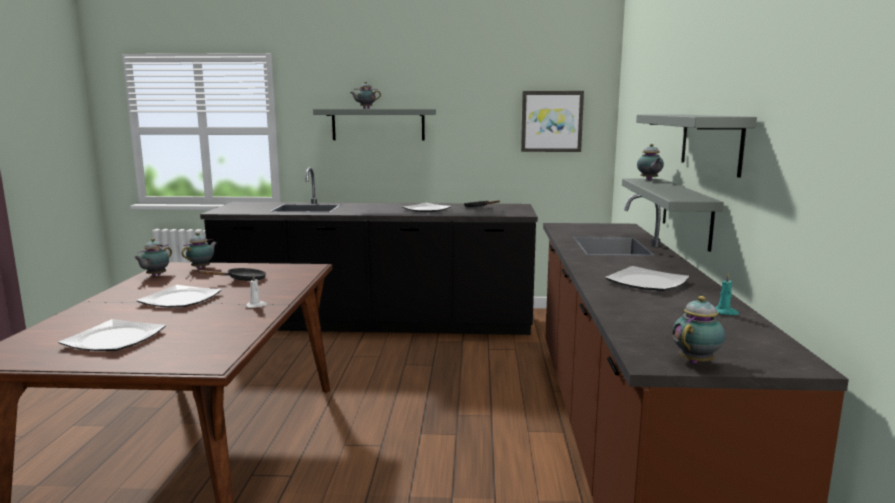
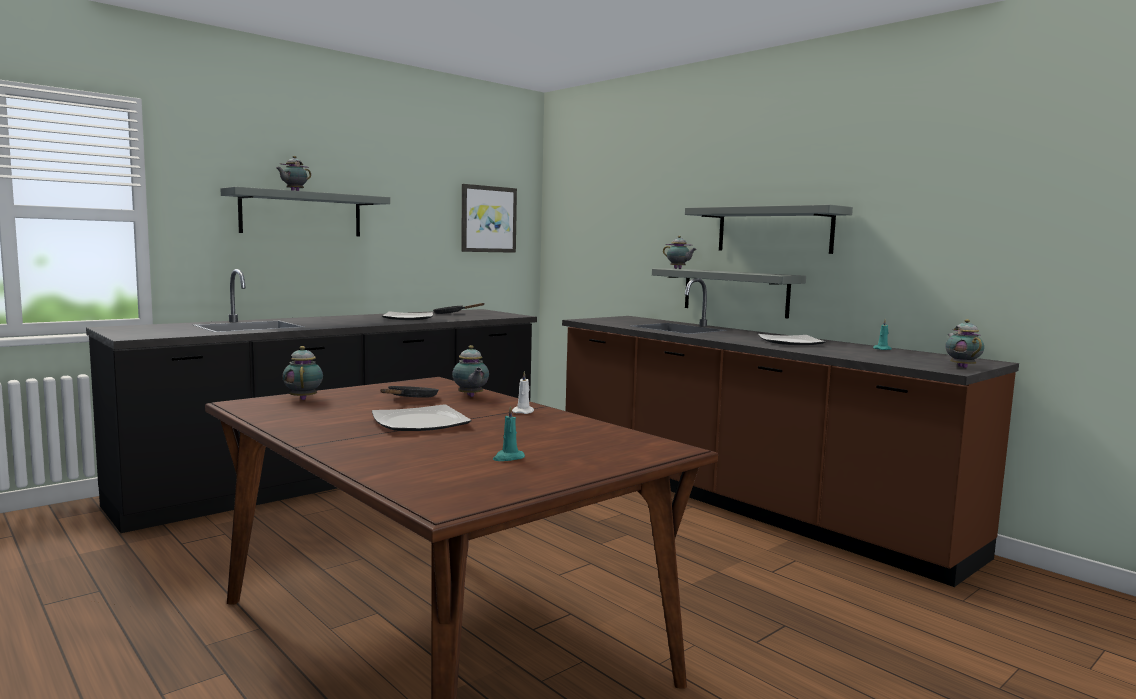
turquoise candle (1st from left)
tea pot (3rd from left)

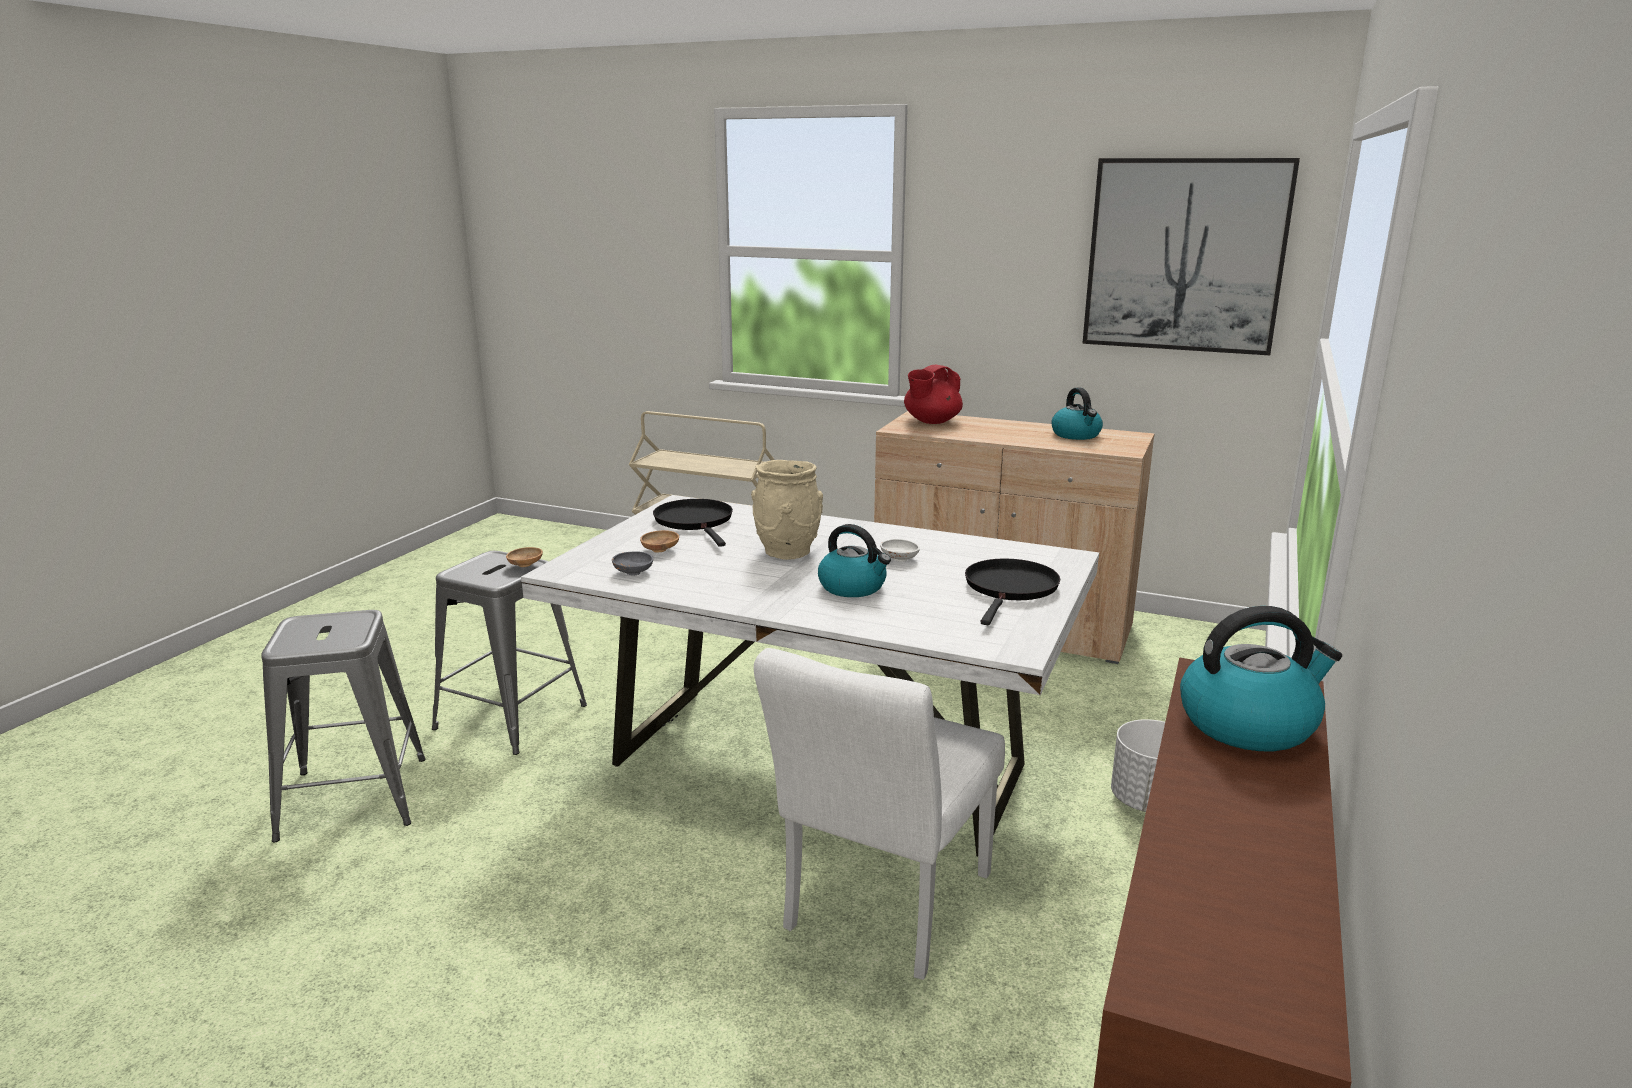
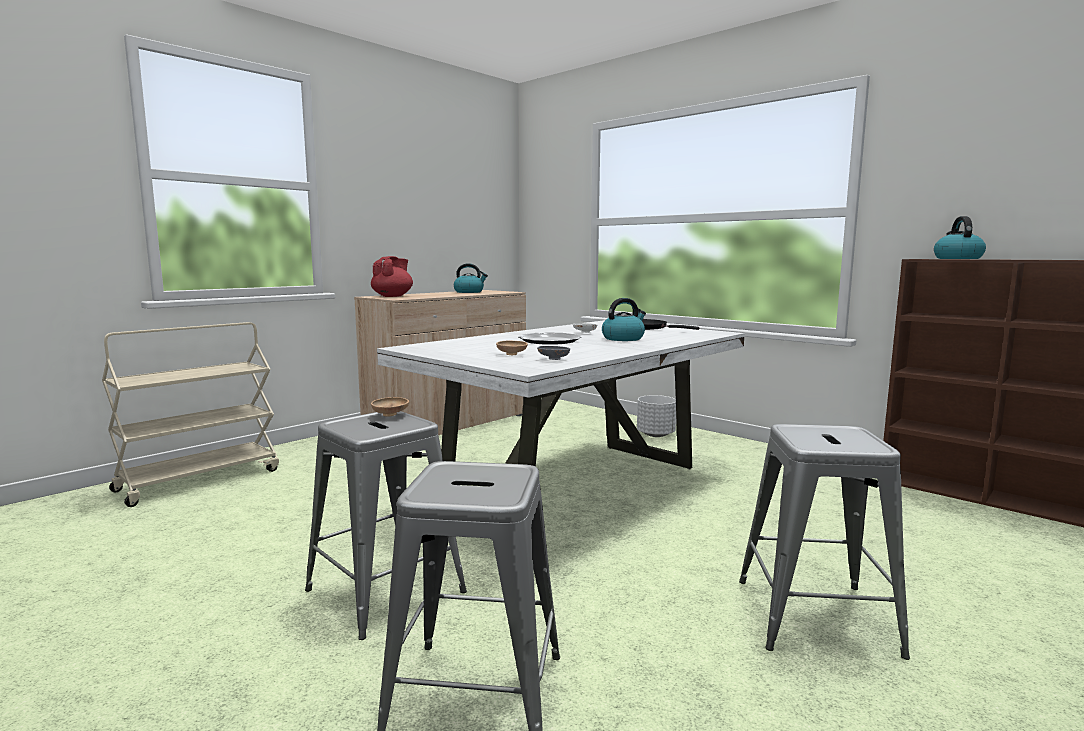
black frying pan (1st from left in the first image)
dinner plate
whitish chair
reddish tea pot
wall art
gray stool (3rd from left)

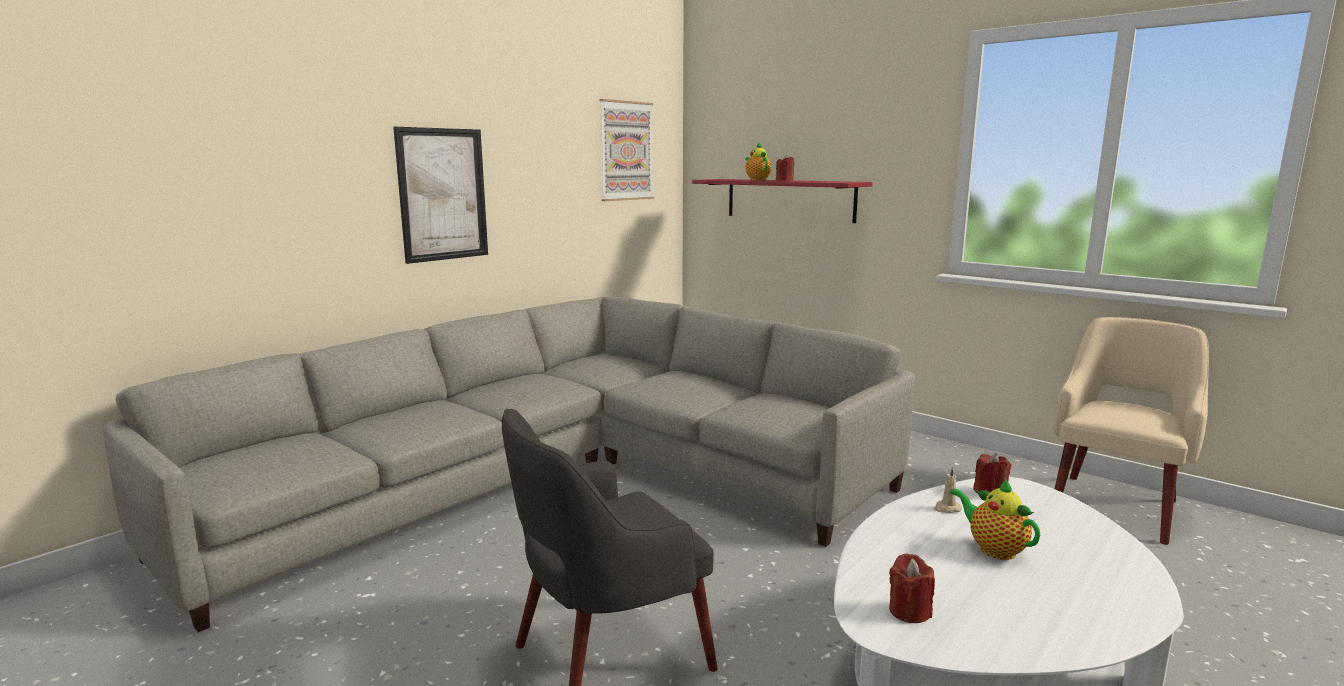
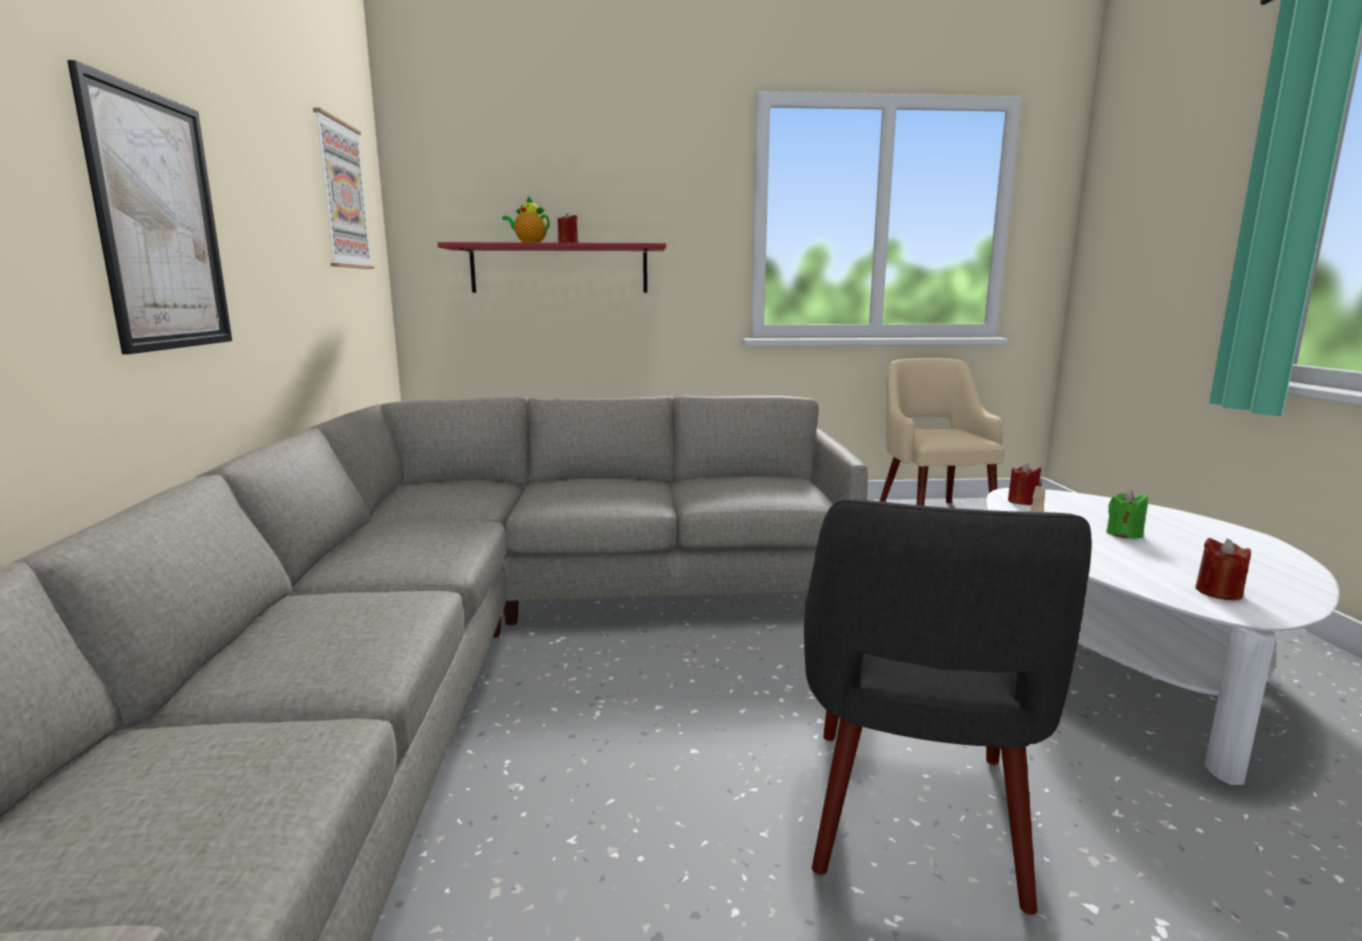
greenish candle

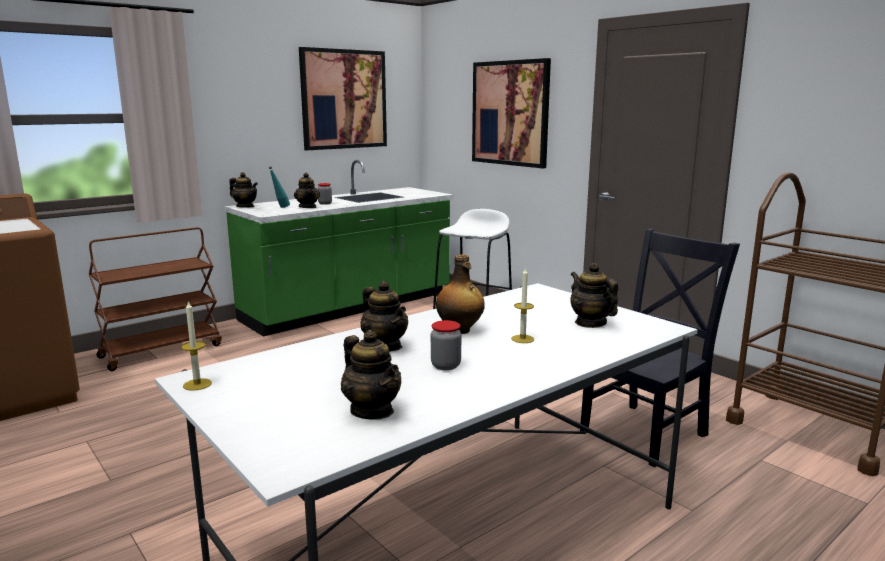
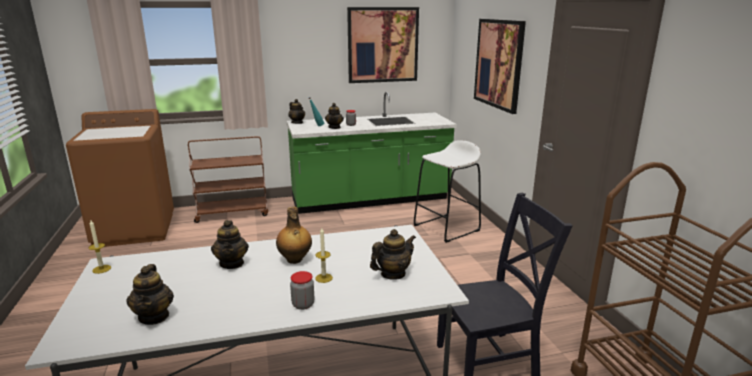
storage jar (1st from left)
tea pot (5th from left)

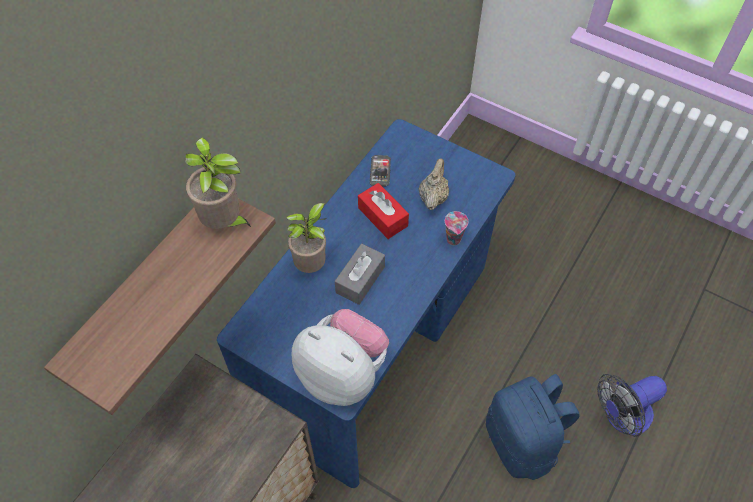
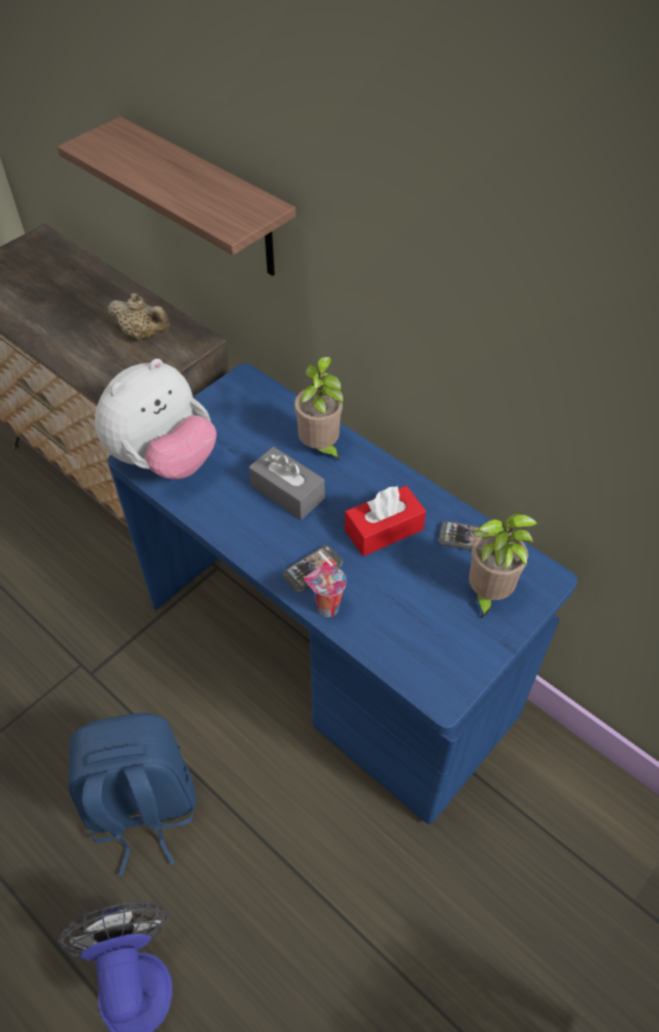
plant in a pot (2nd from left)
beige tea pot
handset (1st from left)

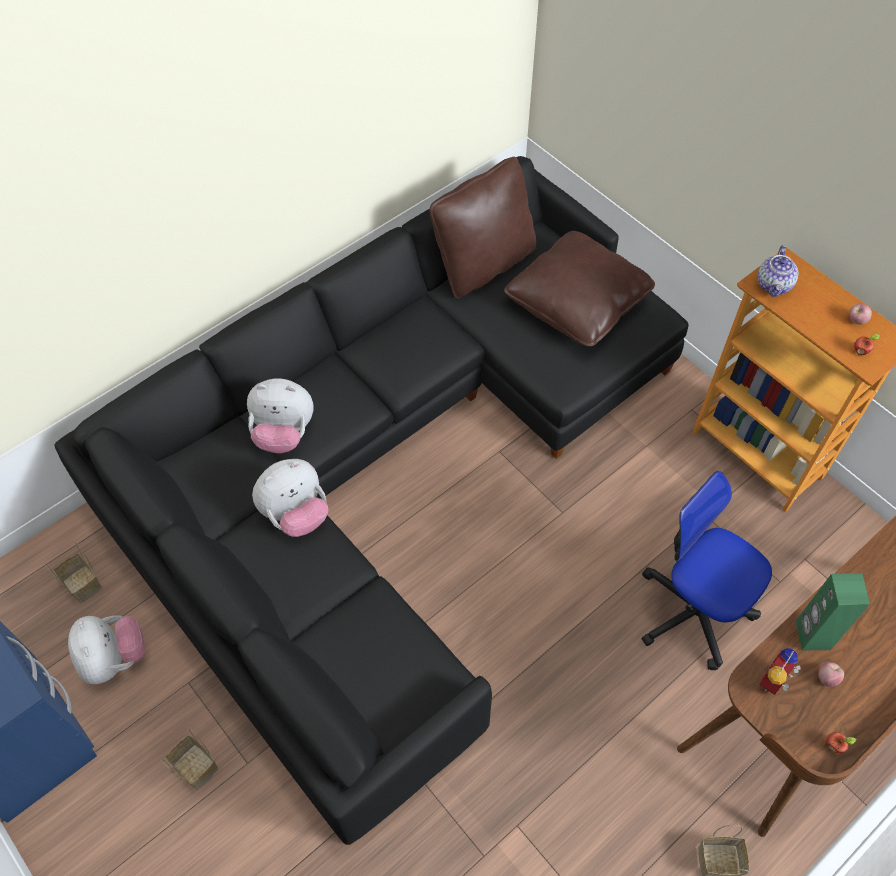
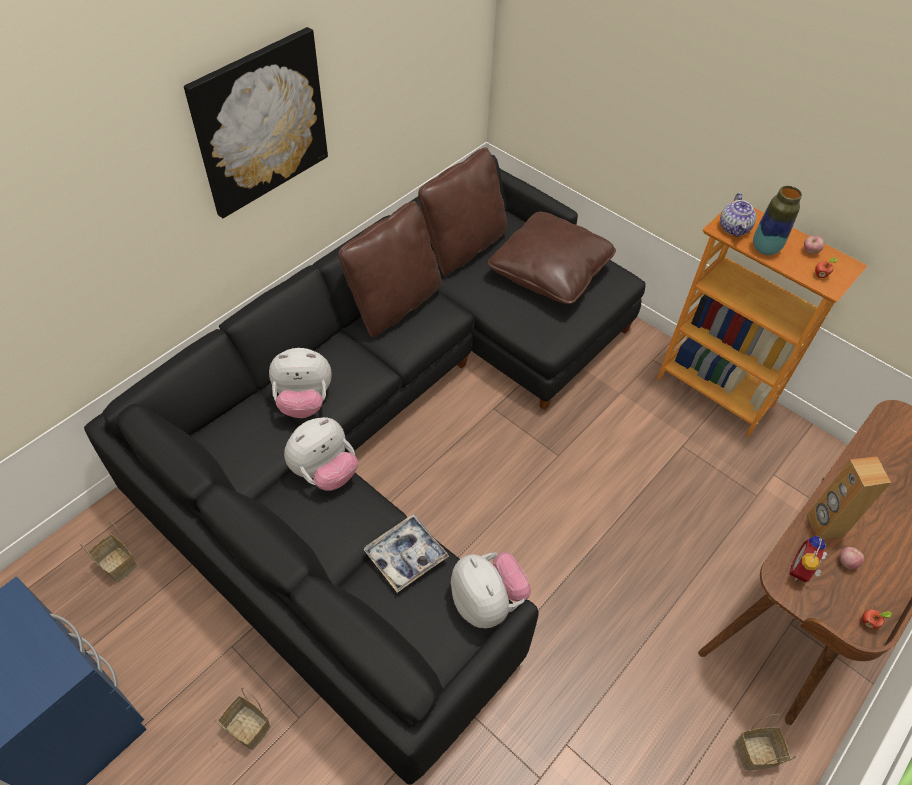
cuddly toy (3rd from left)
computer chair
brown speaker
wall art
brown throw pillow (1st from left)
tray
decorative vase

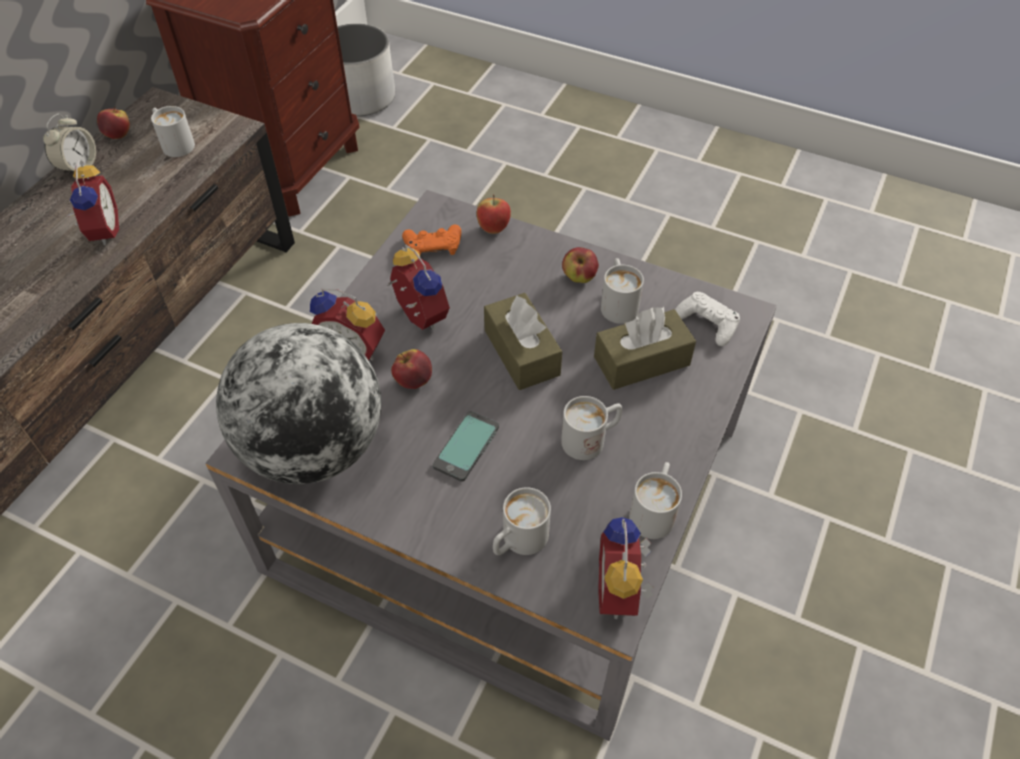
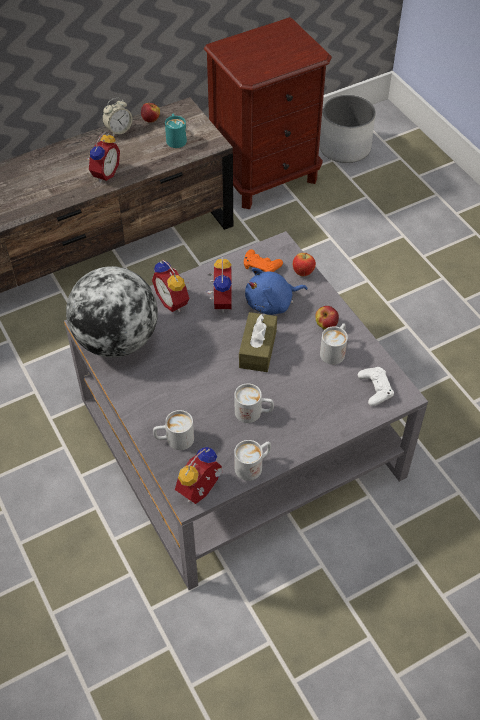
turquoise coffee mug
apple (2nd from left in the first image)
handset
brown tissue box (2nd from left in the first image)
blue cuddly toy

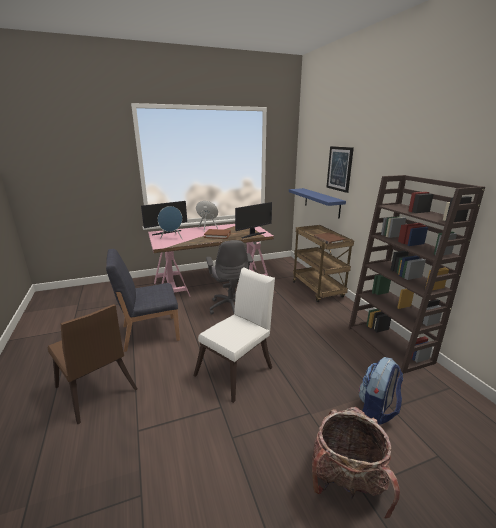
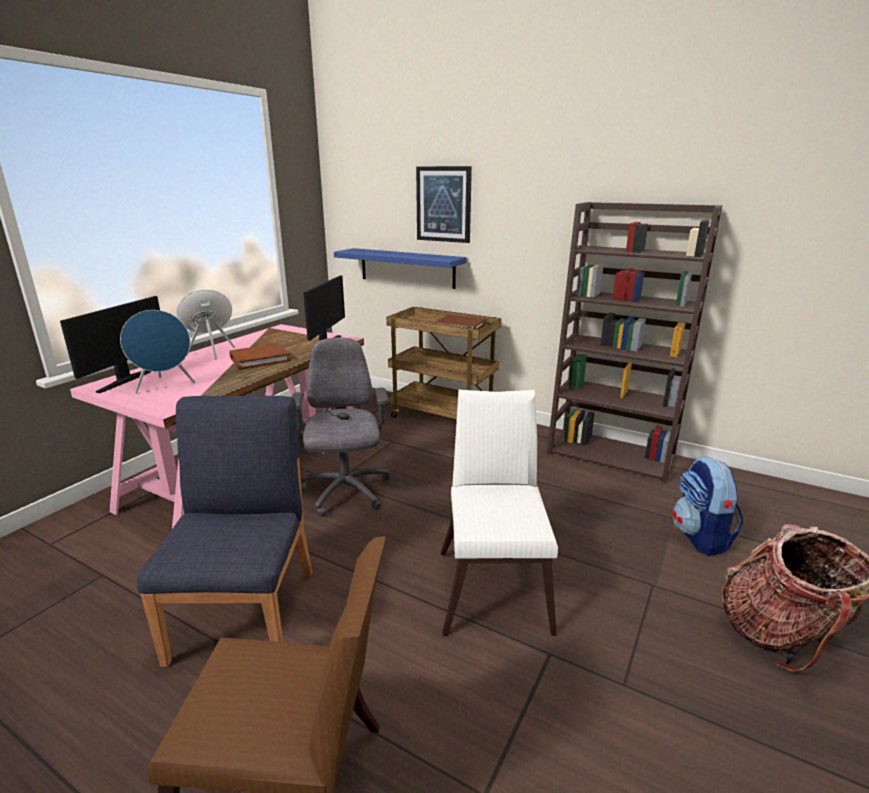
blue chair
gray computer chair

